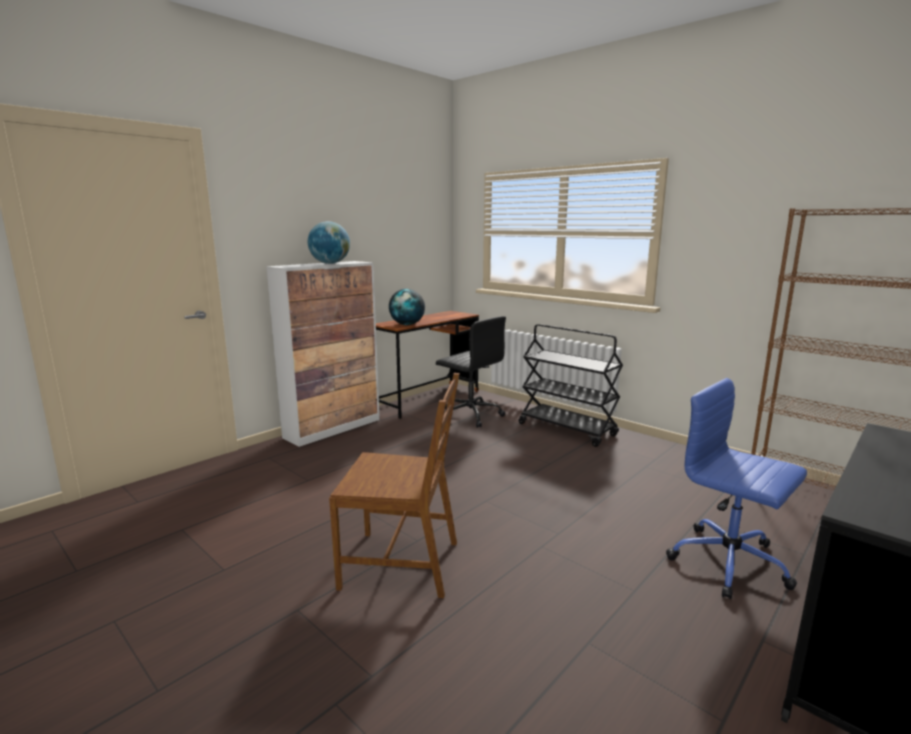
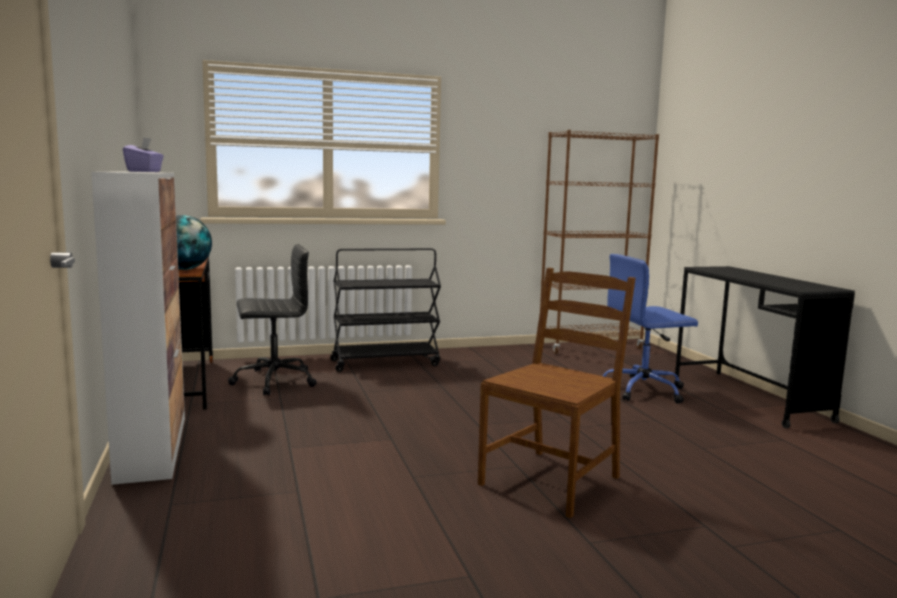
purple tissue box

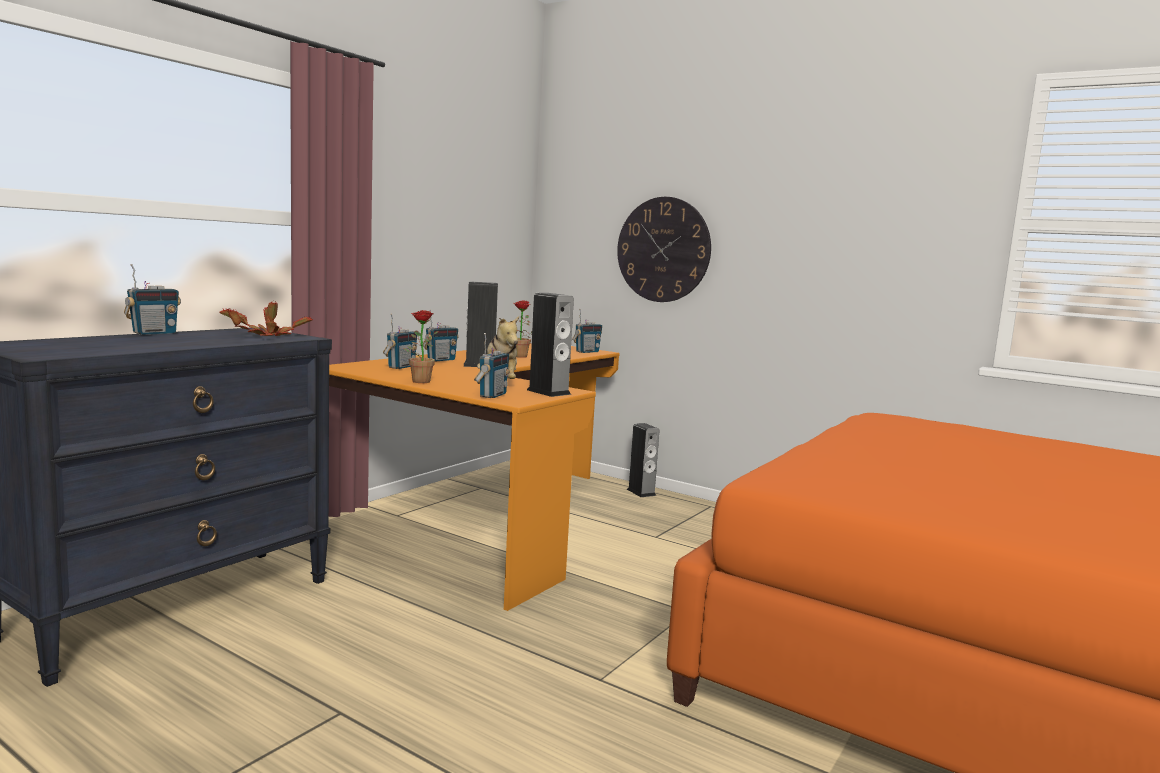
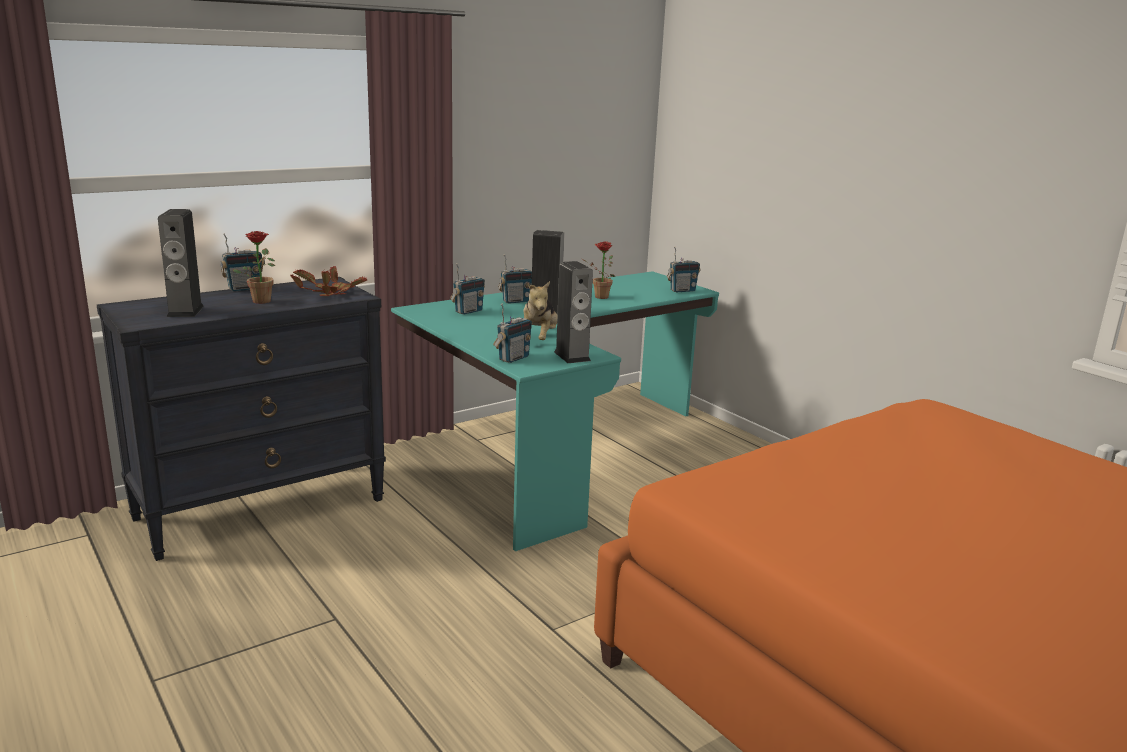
turquoise desk table
plant in a pot (1st from left)
hanging clock
speaker (1st from left)

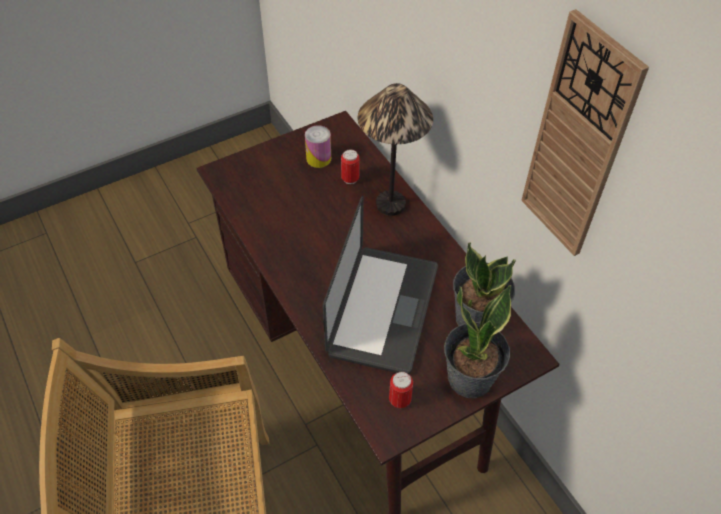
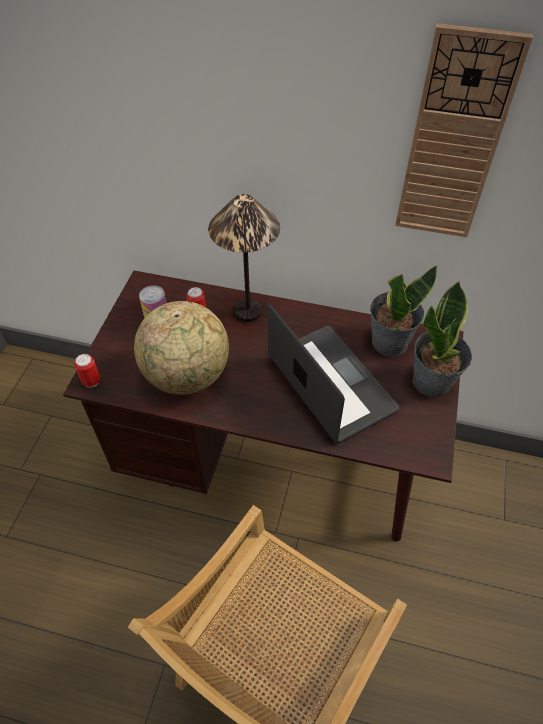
sealed can (1st from left)
globe

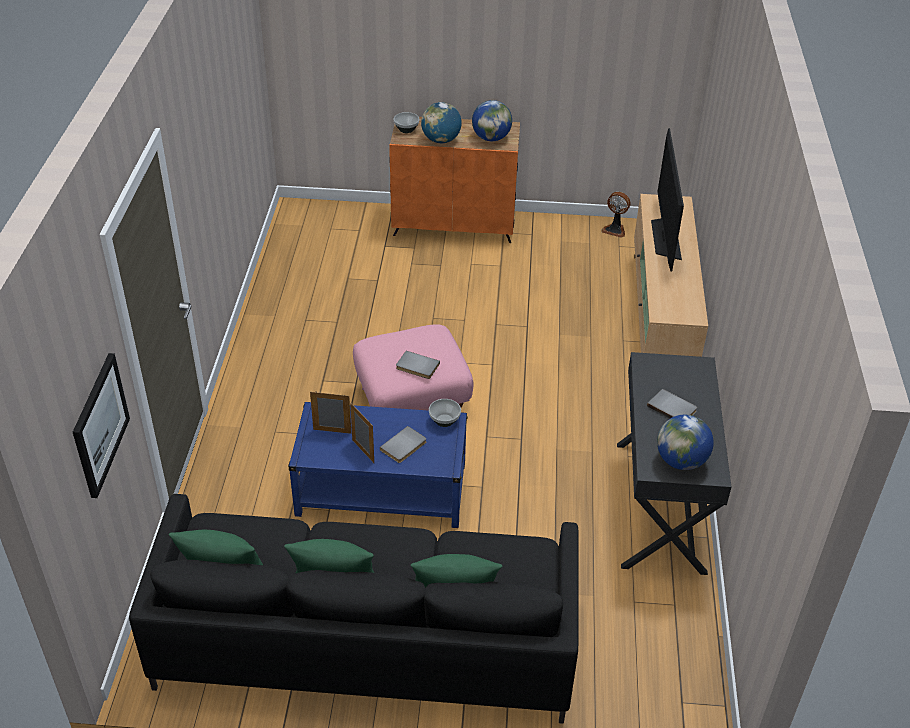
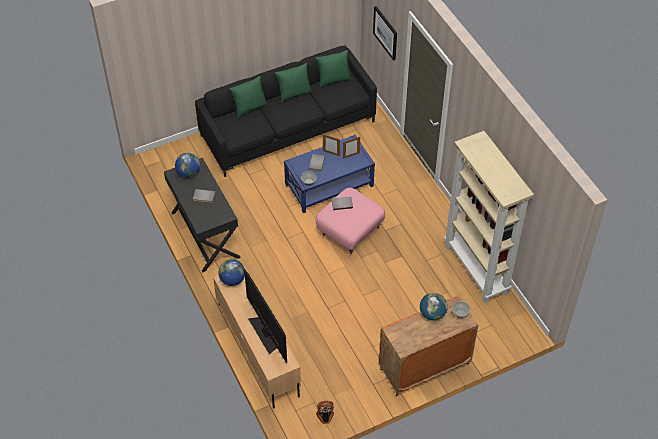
globe (2nd from left)
beige bookshelf

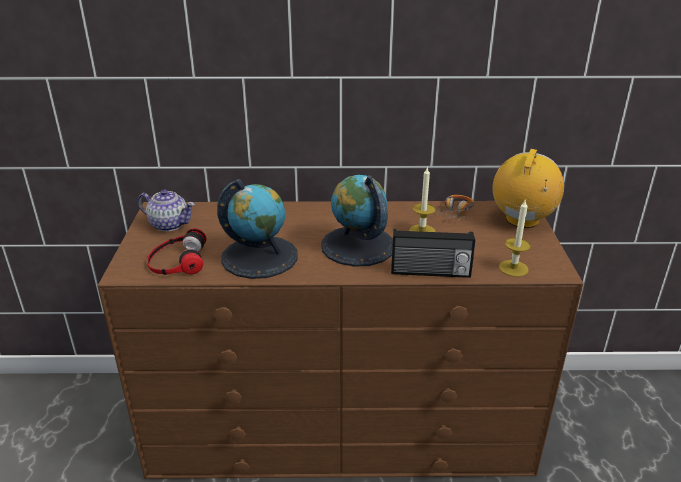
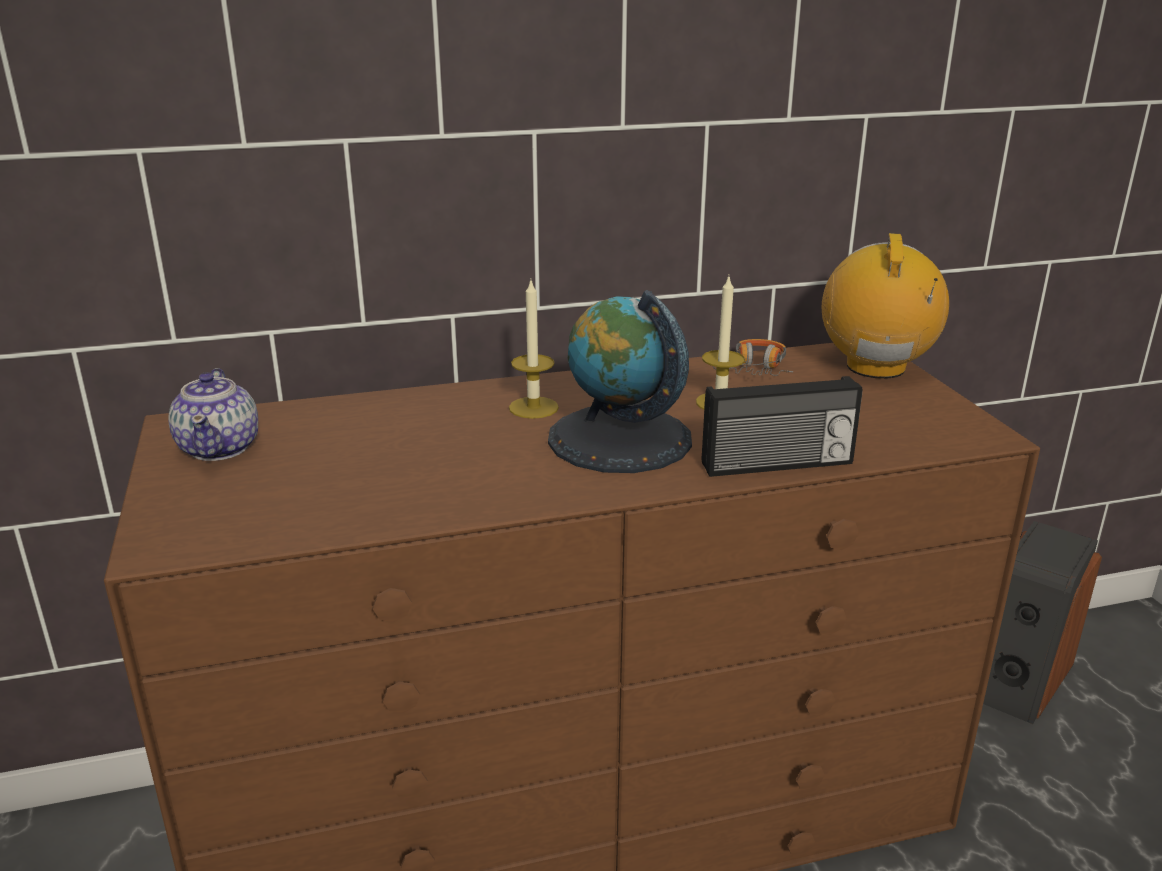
tea pot
headphones (1st from left in the first image)
globe (1st from left in the first image)
candle (1st from left)
speaker

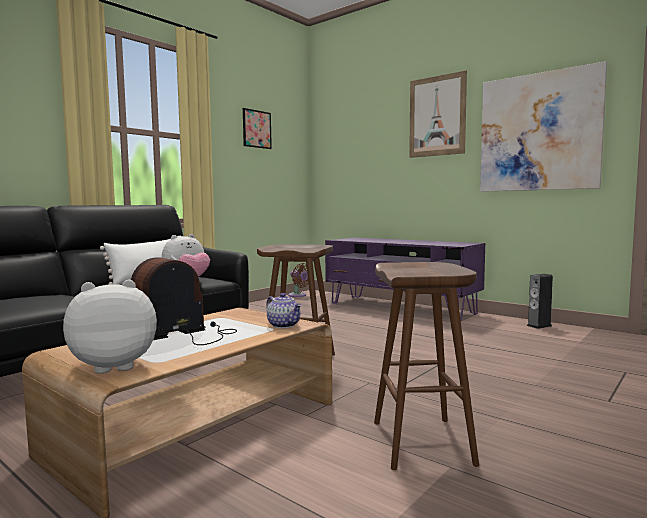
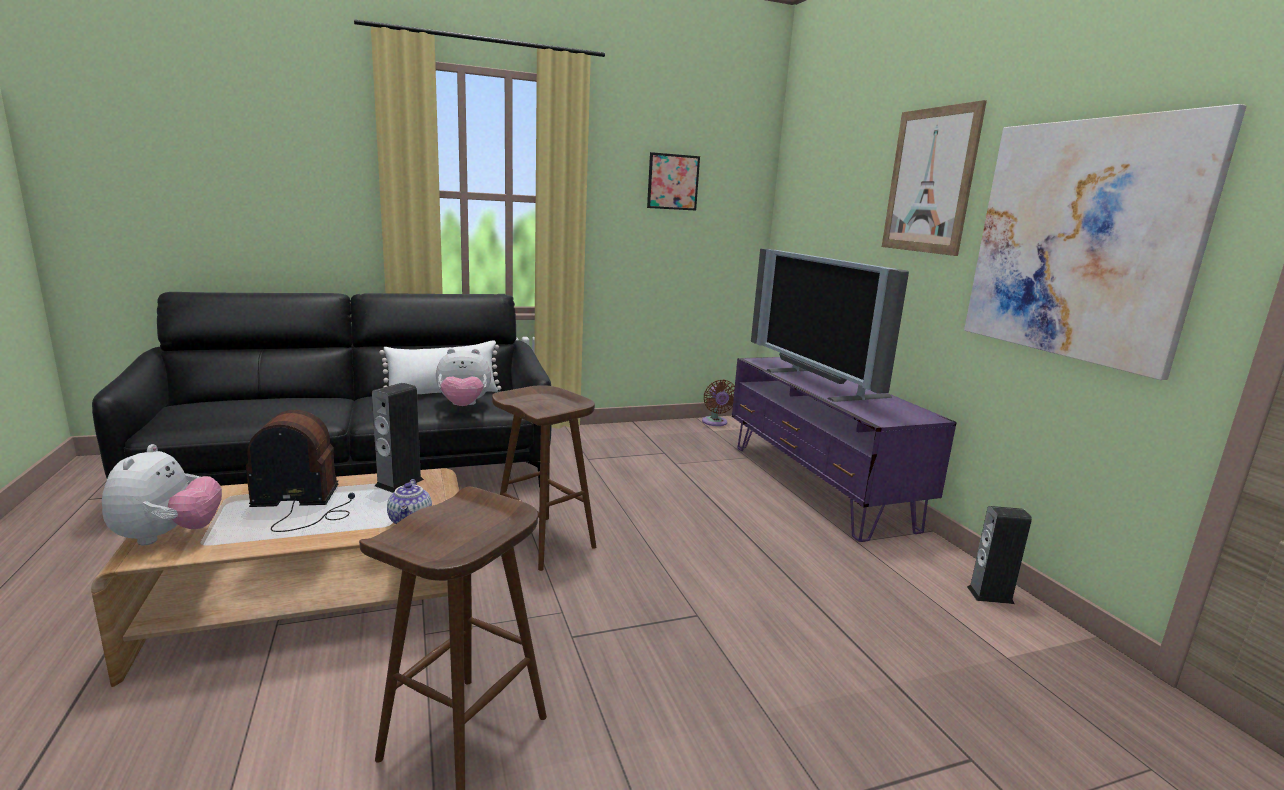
cuddly toy (1st from left)
speaker (1st from left)
television

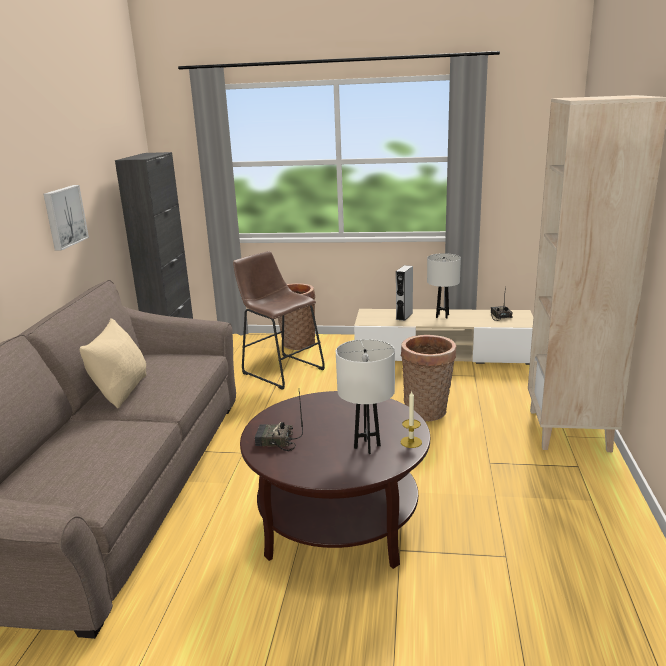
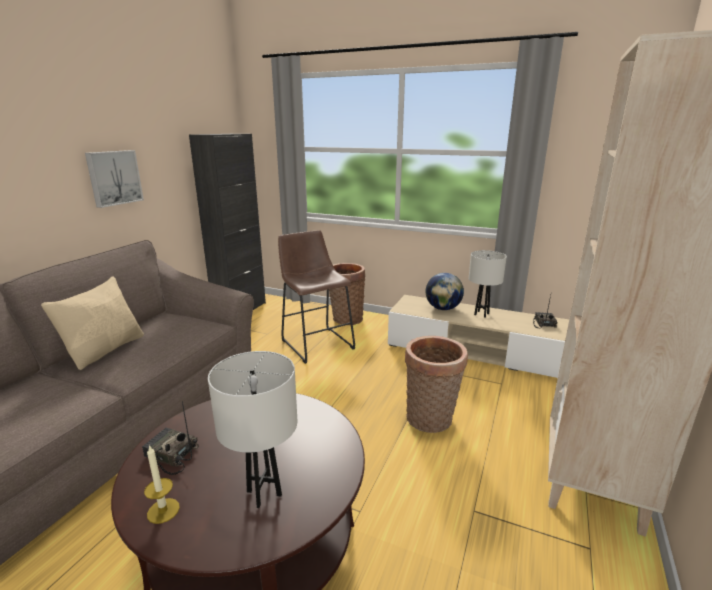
globe
candle

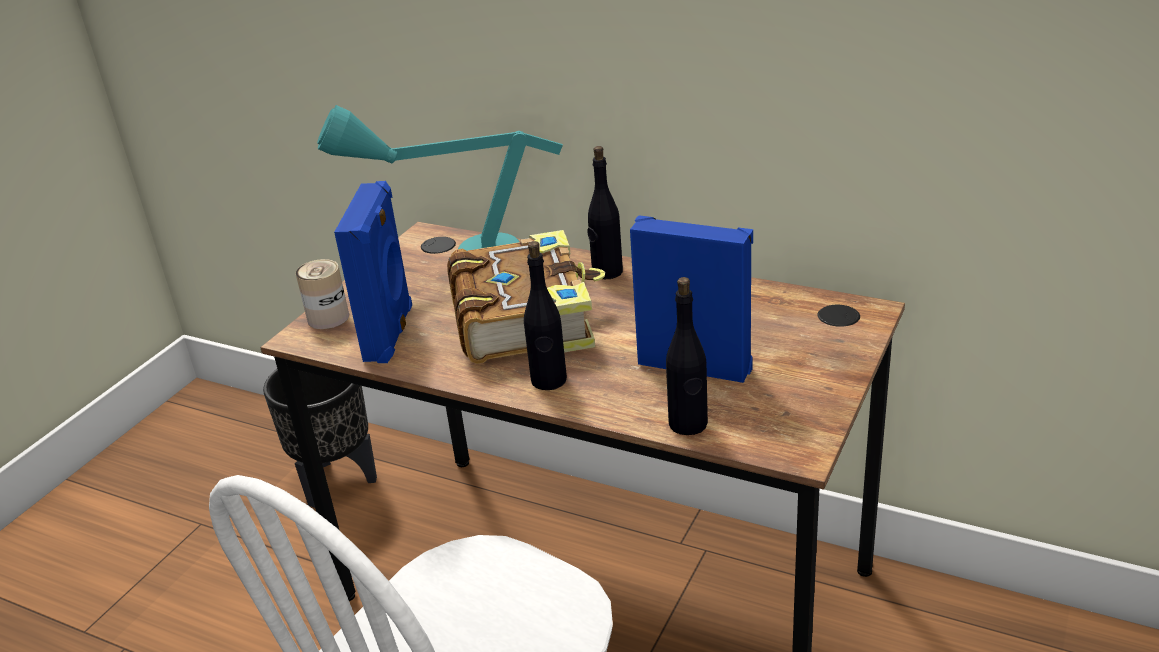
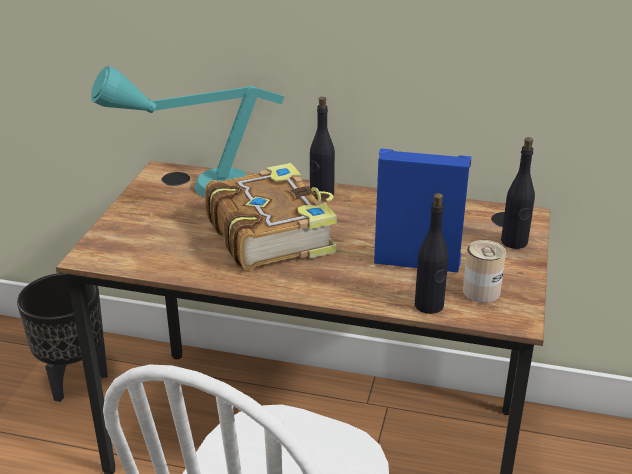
sealed can
blue speaker (1st from left in the first image)
black beverage bottle (3rd from left)

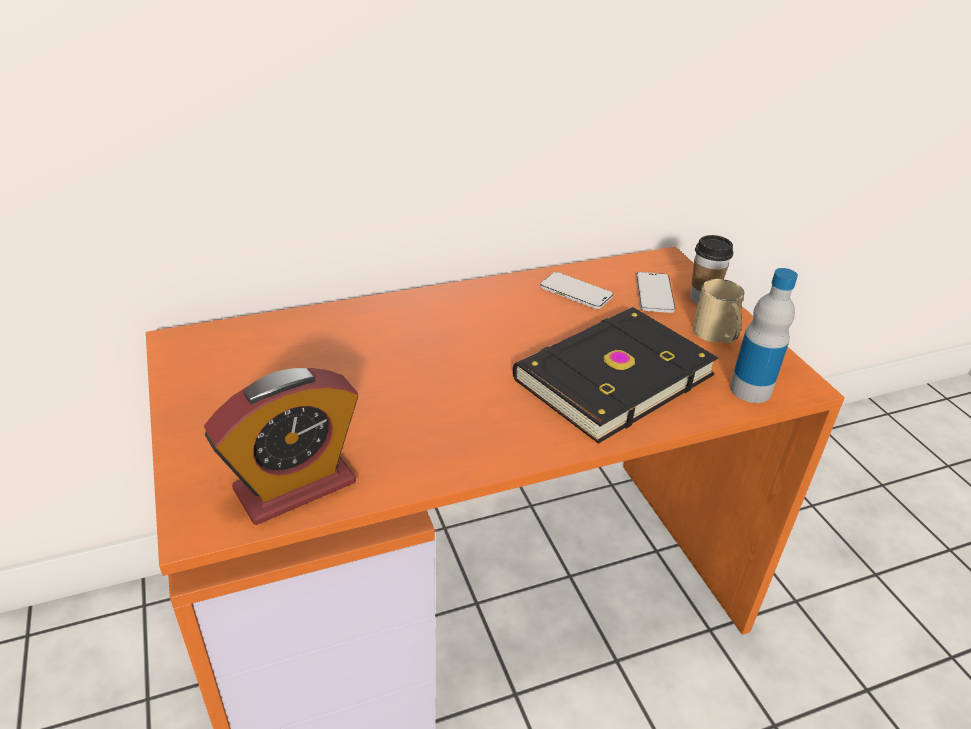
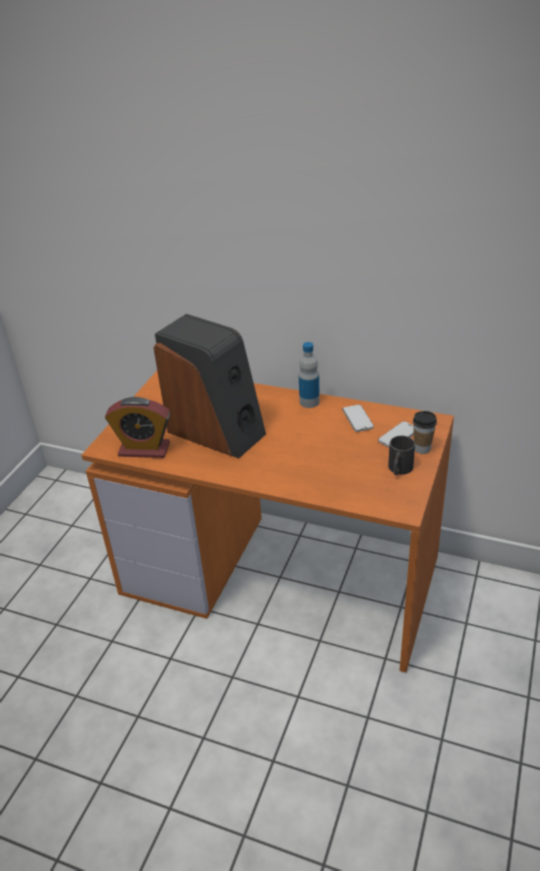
black volume
black coffee mug
beverage bottle
speaker

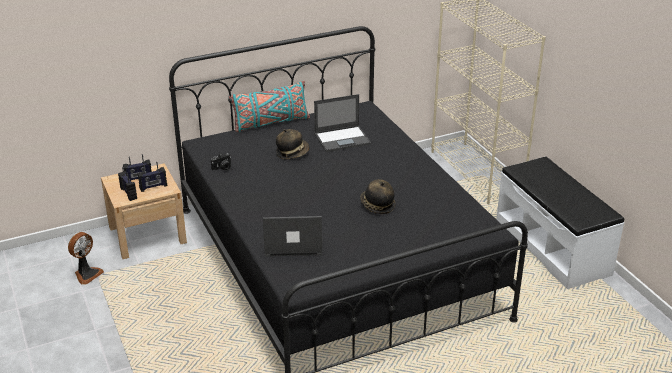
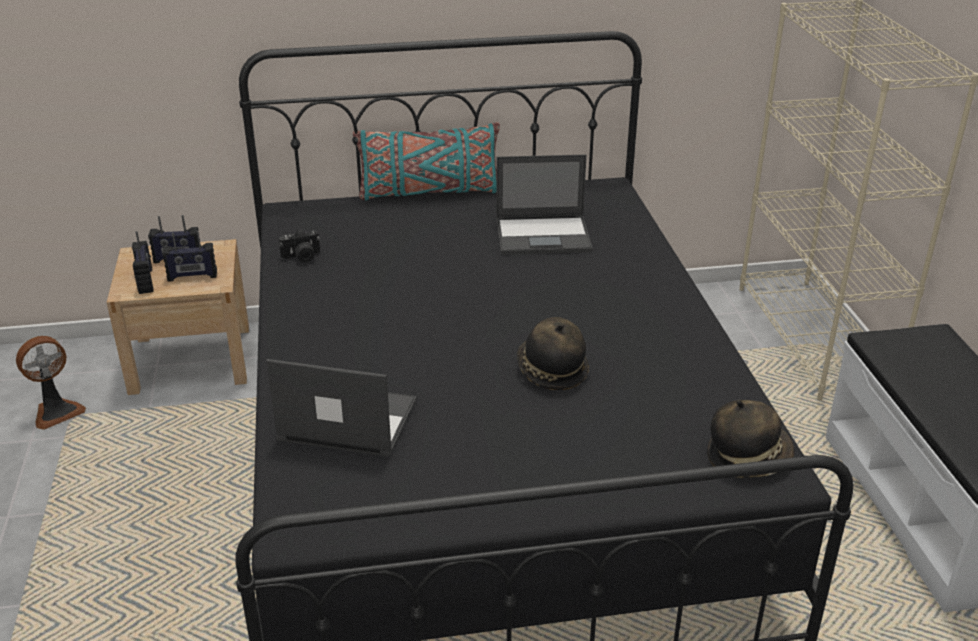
hat (2nd from left)

